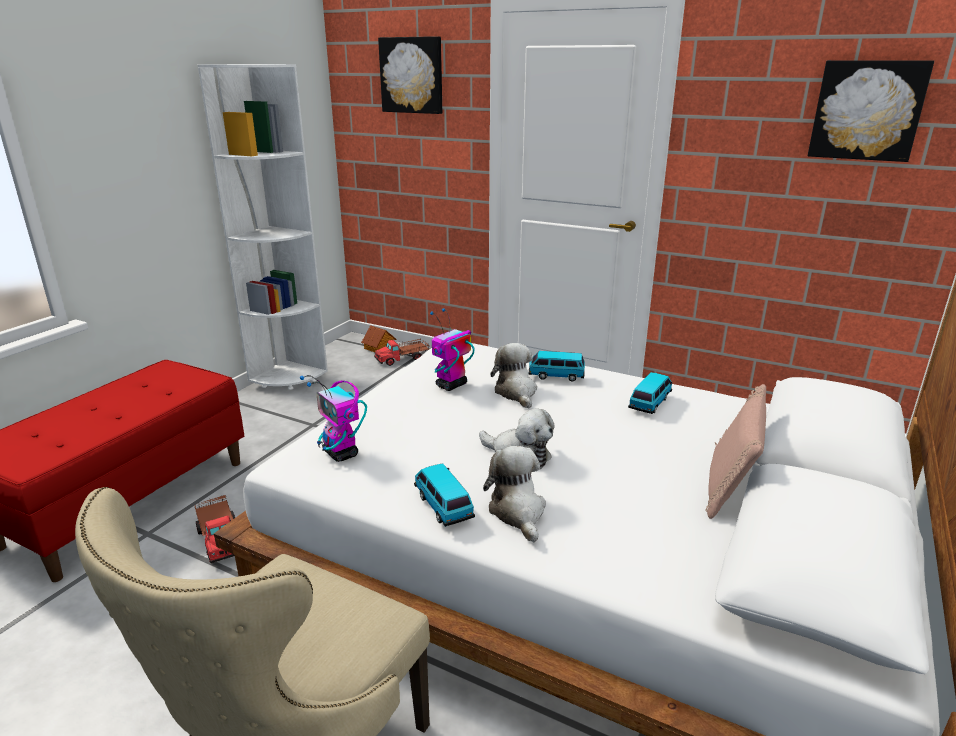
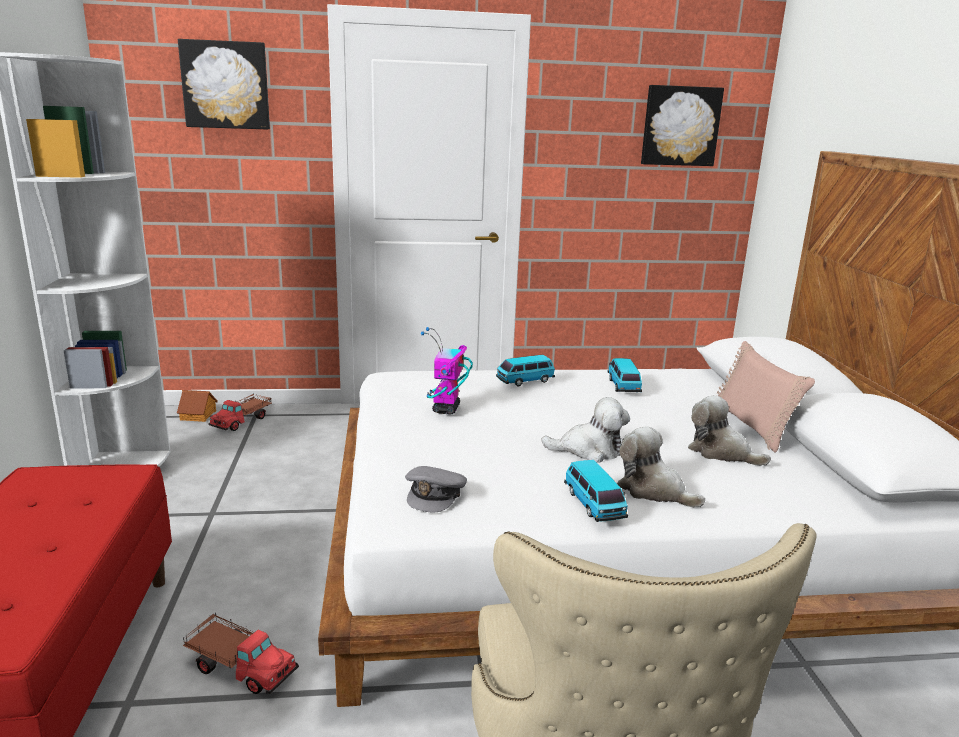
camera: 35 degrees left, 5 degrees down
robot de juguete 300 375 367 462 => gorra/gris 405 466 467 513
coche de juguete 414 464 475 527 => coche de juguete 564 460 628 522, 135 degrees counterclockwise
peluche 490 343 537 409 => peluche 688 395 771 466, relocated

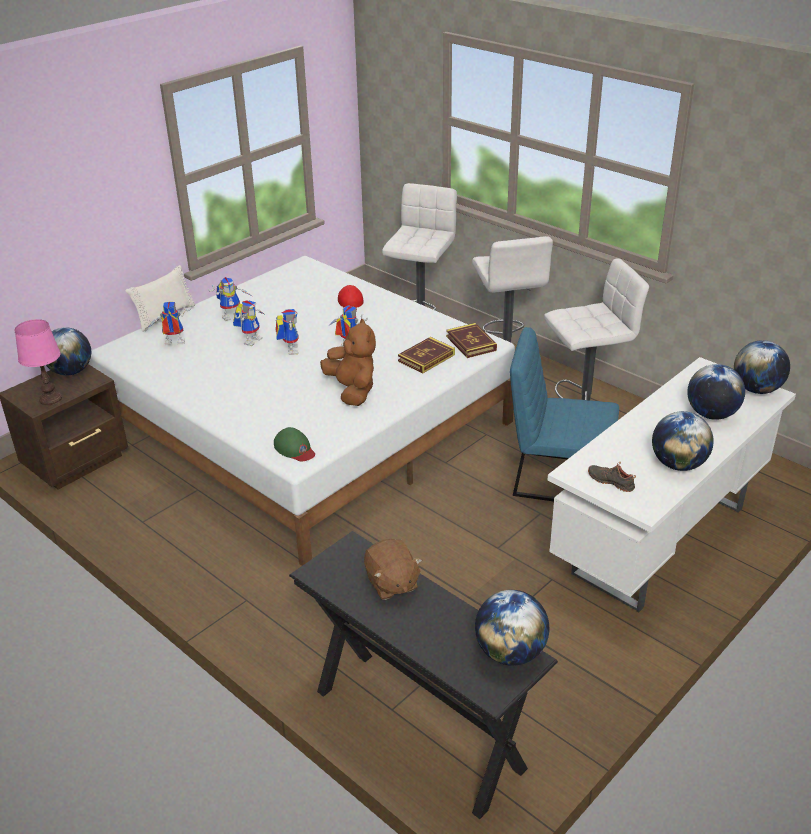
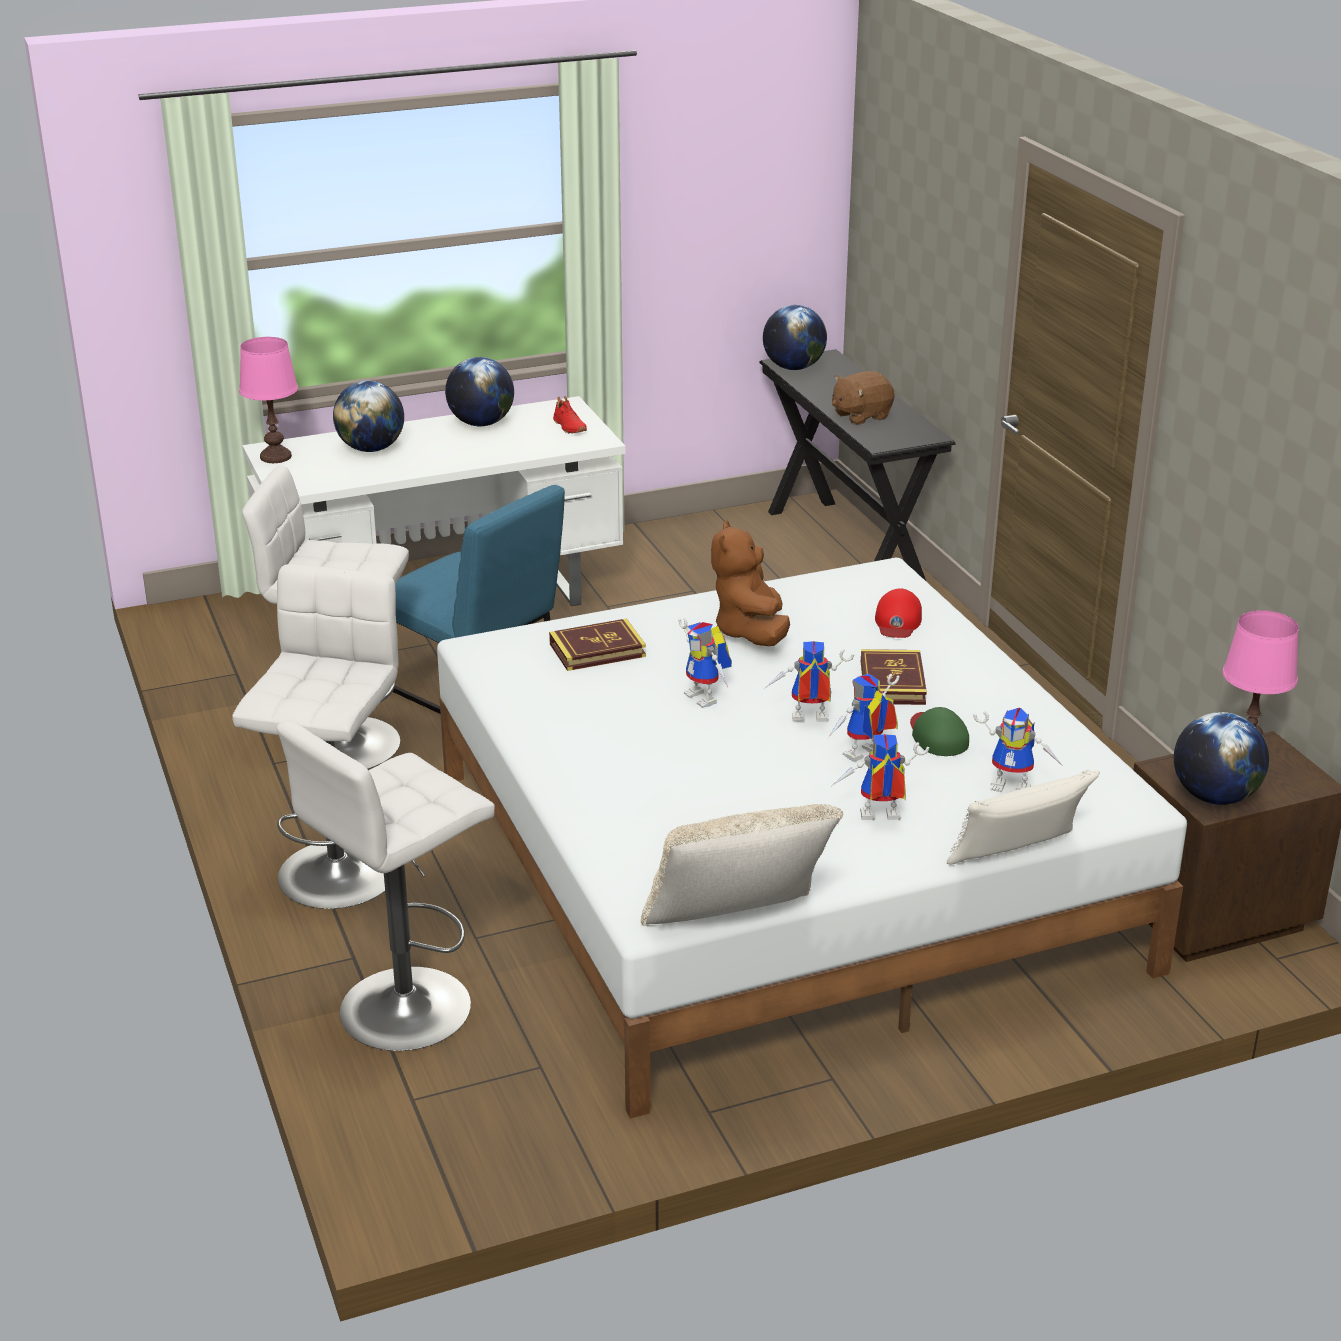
camera: 155 degrees left, 5 degrees down
globo terráqueo 734 340 790 394 => lámpara de mesa/rosa 239 337 298 463
zapato/negro 588 462 636 492 => zapato/rojo 553 396 587 434
nothing => cojín/beis 641 804 844 926
robot de juguete 275 309 299 355 => robot de juguete 765 641 854 722, 75 degrees clockwise
peluche/marrón 364 539 422 600 => peluche/marrón 832 371 895 425, 120 degrees counterclockwise
libro 446 323 497 358 => libro 861 649 927 705, relocated
gorra/rojo 338 285 364 308 => gorra/rojo 875 589 922 638, relocated
gorra/verde 274 427 315 461 => gorra/verde 910 707 969 756, relocated

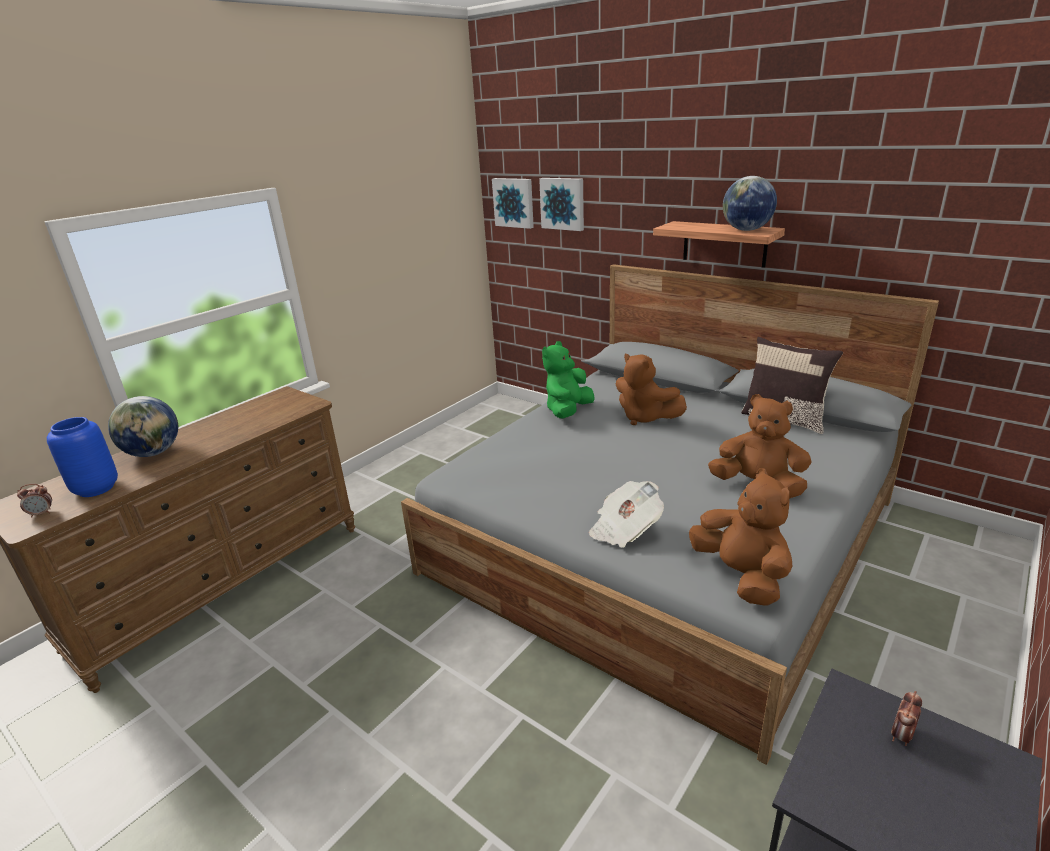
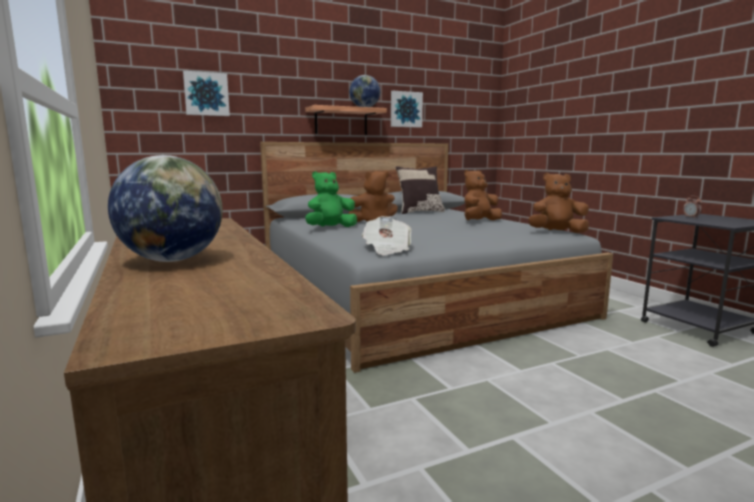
camera: 65 degrees left, 15 degrees down
peluche/verde 542 341 595 419 => peluche/verde 305 171 357 227, 90 degrees clockwise
periódico 589 481 664 548 => periódico 362 216 411 255, relocated
cuadro 492 178 534 229 => cuadro 391 91 423 128, relocated
despertador 17 484 52 518 => nothing
florero/azul 47 417 118 497 => nothing

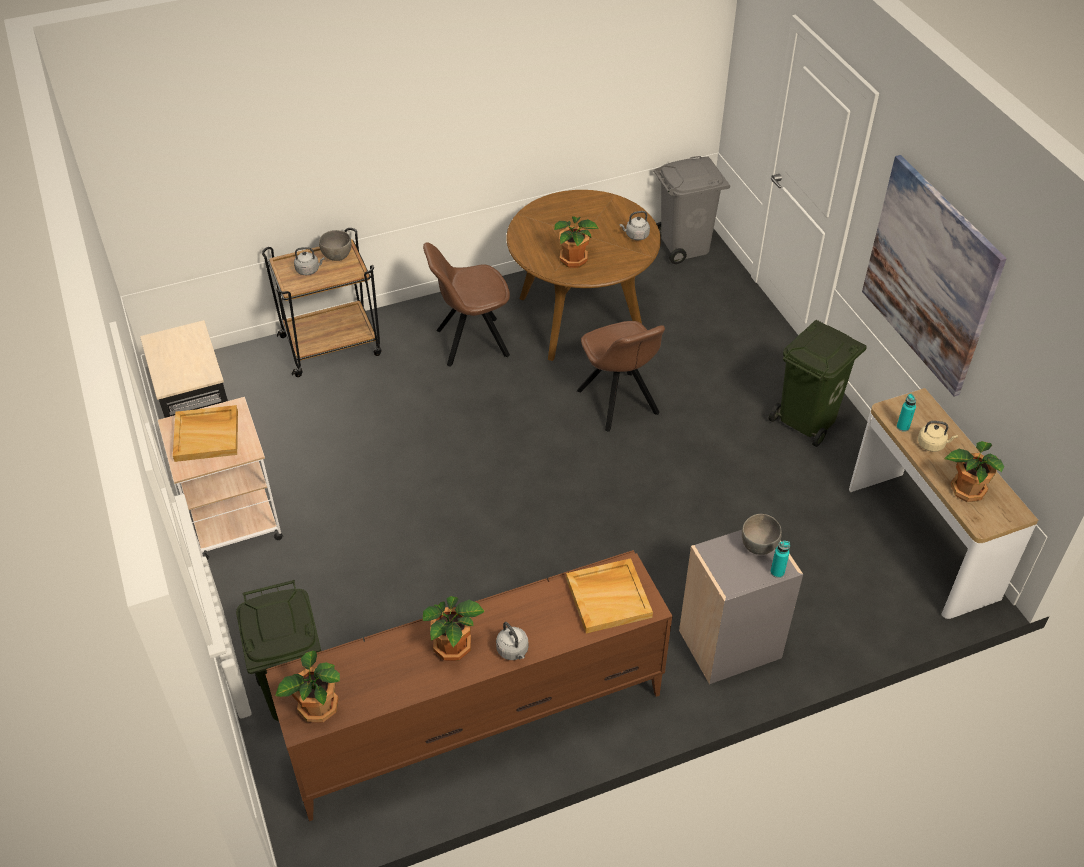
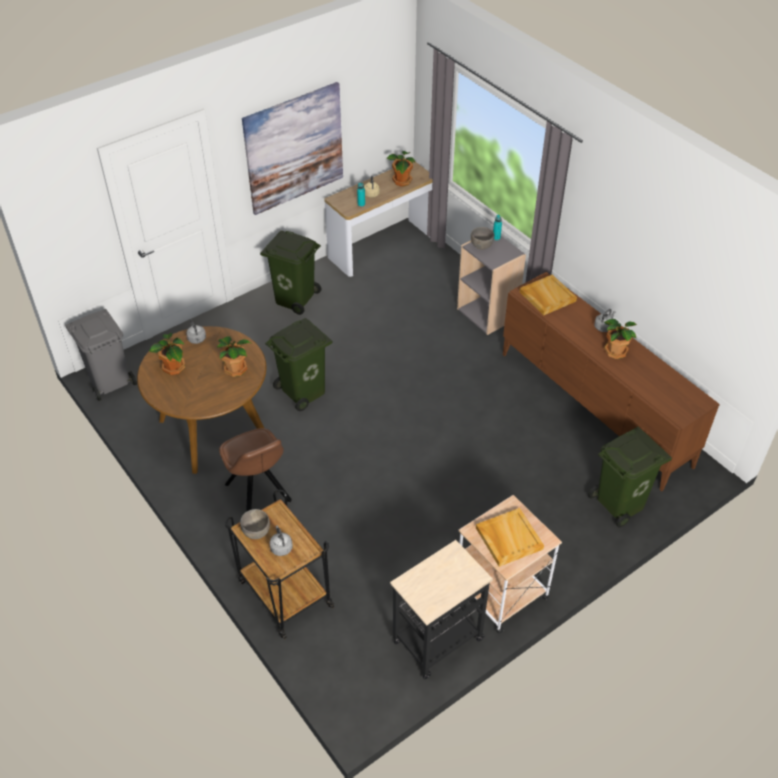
camera: 105 degrees left, 0 degrees up
planta en maceta 275 651 340 722 => planta en maceta 149 333 185 375, relocated
silla/marrón 577 321 665 432 => papelera/verde 265 318 332 411

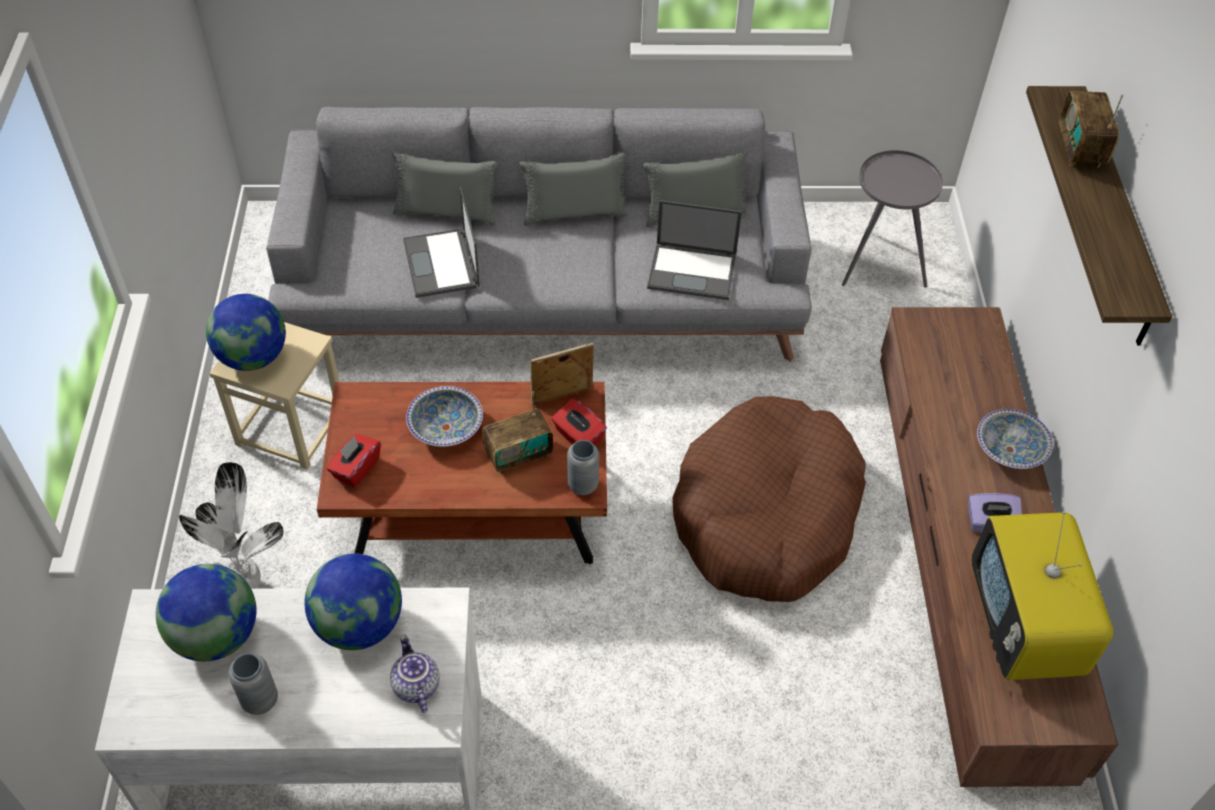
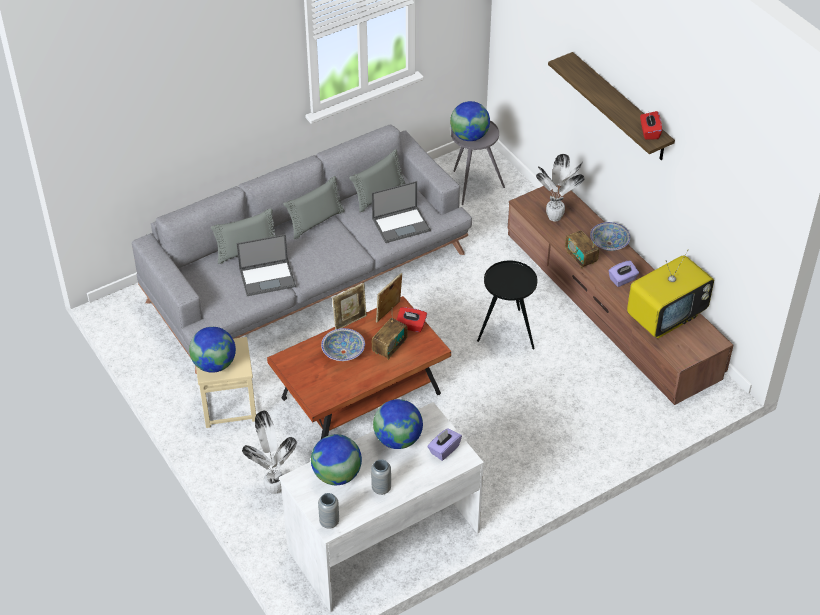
camera: 30 degrees left, 5 degrees down
portátil 403 187 480 298 => portátil 236 234 296 296, 60 degrees counterclockwise
florero/gris 567 440 599 495 => florero/gris 318 493 339 529, relocated
nothing => portarretratos 332 283 367 329
tetera 390 635 440 713 => caja de pañuelos/morado 427 428 462 461
nothing => globo terráqueo 450 101 490 141
cama para perro/marrón 672 396 866 602 => mesa auxiliar/negro 477 261 537 349
nothing => planta en maceta 536 154 585 221
radio 1059 91 1123 168 => radio 565 230 599 269, relocated
televisor 972 511 1114 680 => televisor 627 249 714 338, 90 degrees counterclockwise
caja de pañuelos/rojo 327 434 381 487 => caja de pañuelos/rojo 640 111 662 140, relocated

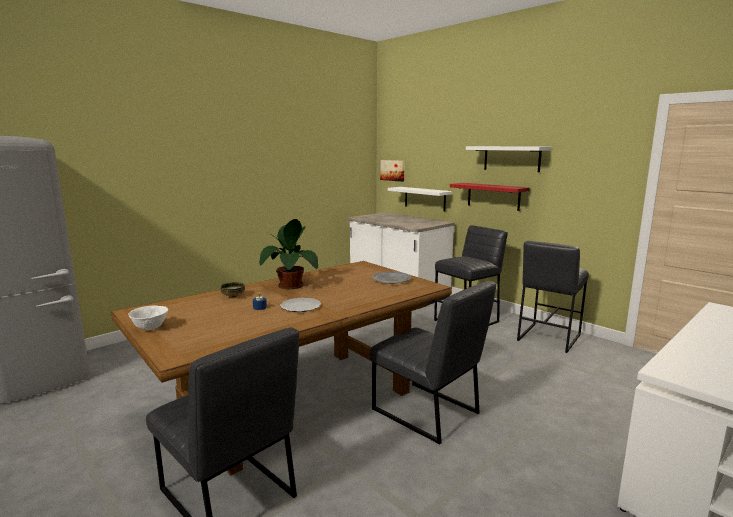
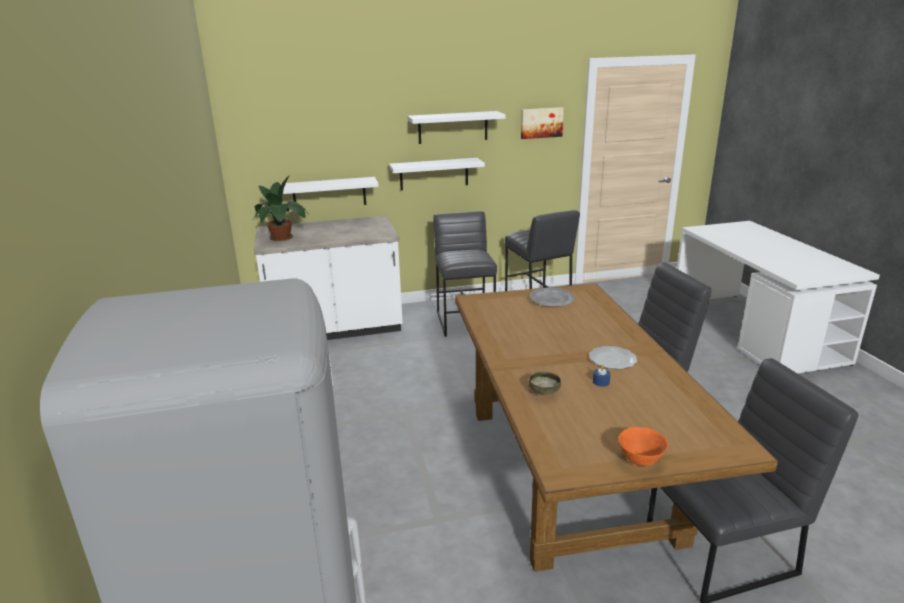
camera: 60 degrees left, 10 degrees up
planta en maceta 259 219 318 289 => planta en maceta 254 175 307 241, relocated
estante/rojo 450 183 530 211 => estante/blanco 389 158 485 190
cuadro 380 160 405 182 => cuadro 521 107 564 139, relocated
cuenco/blanco 128 306 168 330 => cuenco/naranja 618 427 668 466

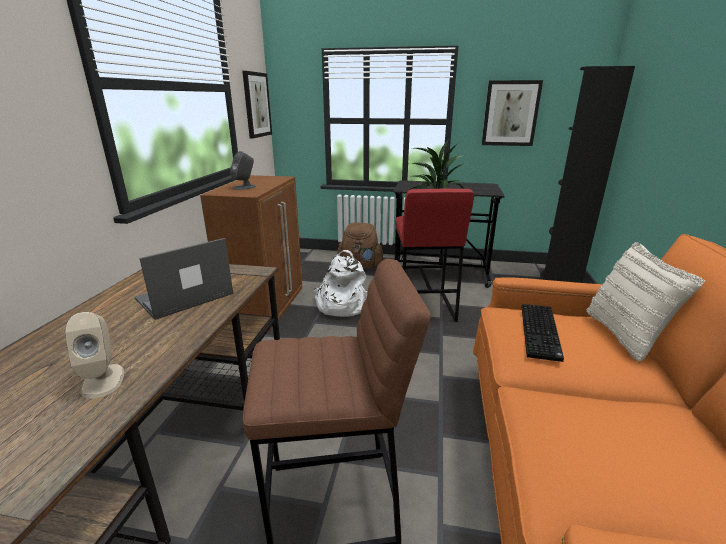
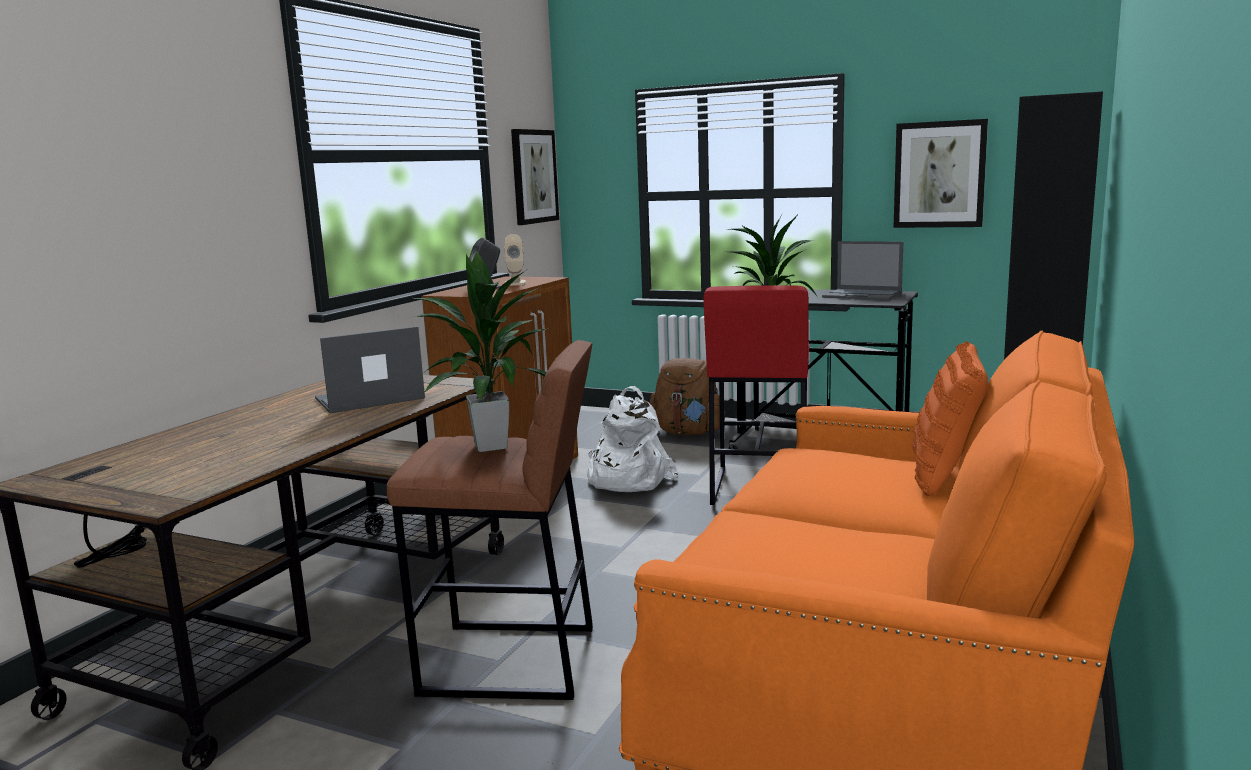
camera: 15 degrees right, 10 degrees down
nothing => planta en maceta 413 250 547 452
altavoz/beis 65 312 124 399 => altavoz/beis 504 234 527 286, relocated
nothing => portátil 822 241 903 300
cojín/beis 587 242 705 361 => cojín/naranja 911 342 988 496
teclado 522 304 564 362 => nothing

